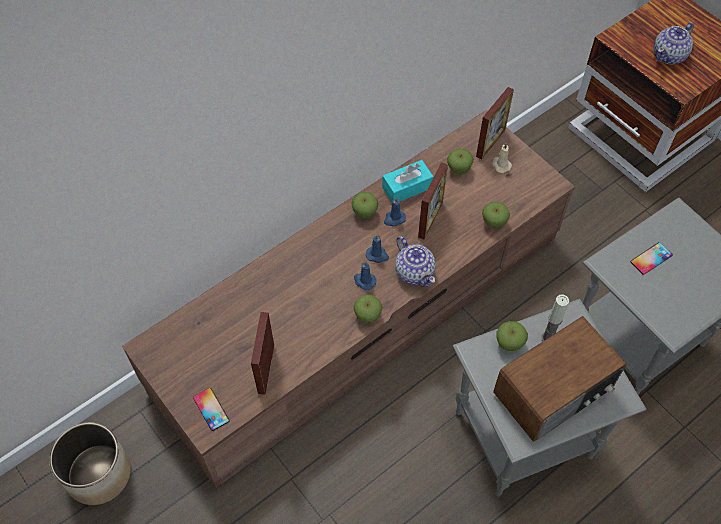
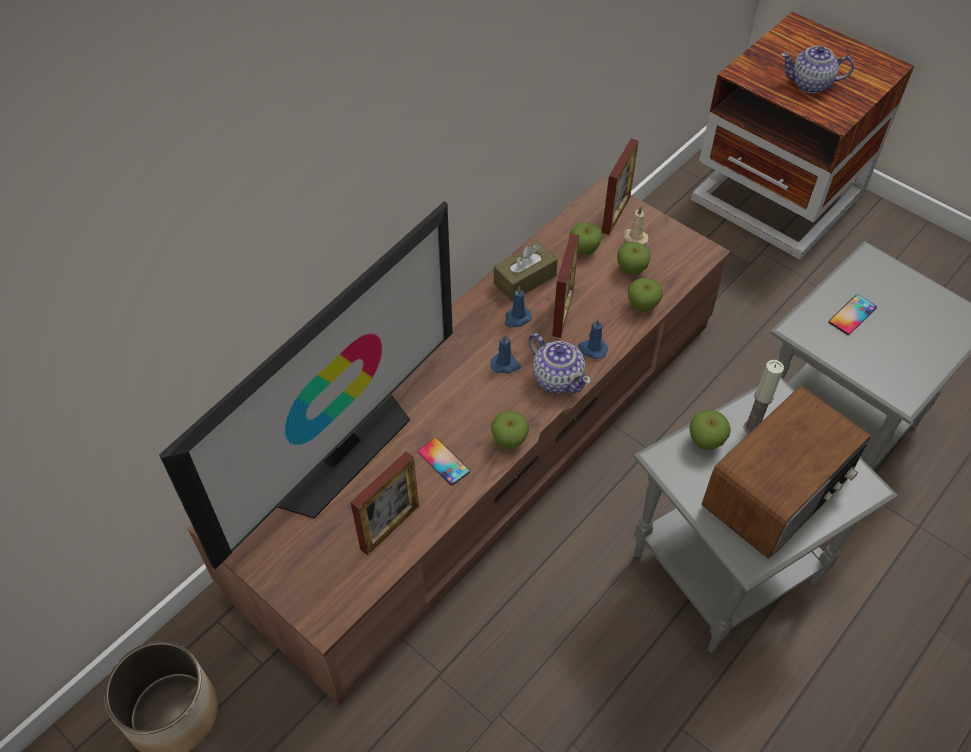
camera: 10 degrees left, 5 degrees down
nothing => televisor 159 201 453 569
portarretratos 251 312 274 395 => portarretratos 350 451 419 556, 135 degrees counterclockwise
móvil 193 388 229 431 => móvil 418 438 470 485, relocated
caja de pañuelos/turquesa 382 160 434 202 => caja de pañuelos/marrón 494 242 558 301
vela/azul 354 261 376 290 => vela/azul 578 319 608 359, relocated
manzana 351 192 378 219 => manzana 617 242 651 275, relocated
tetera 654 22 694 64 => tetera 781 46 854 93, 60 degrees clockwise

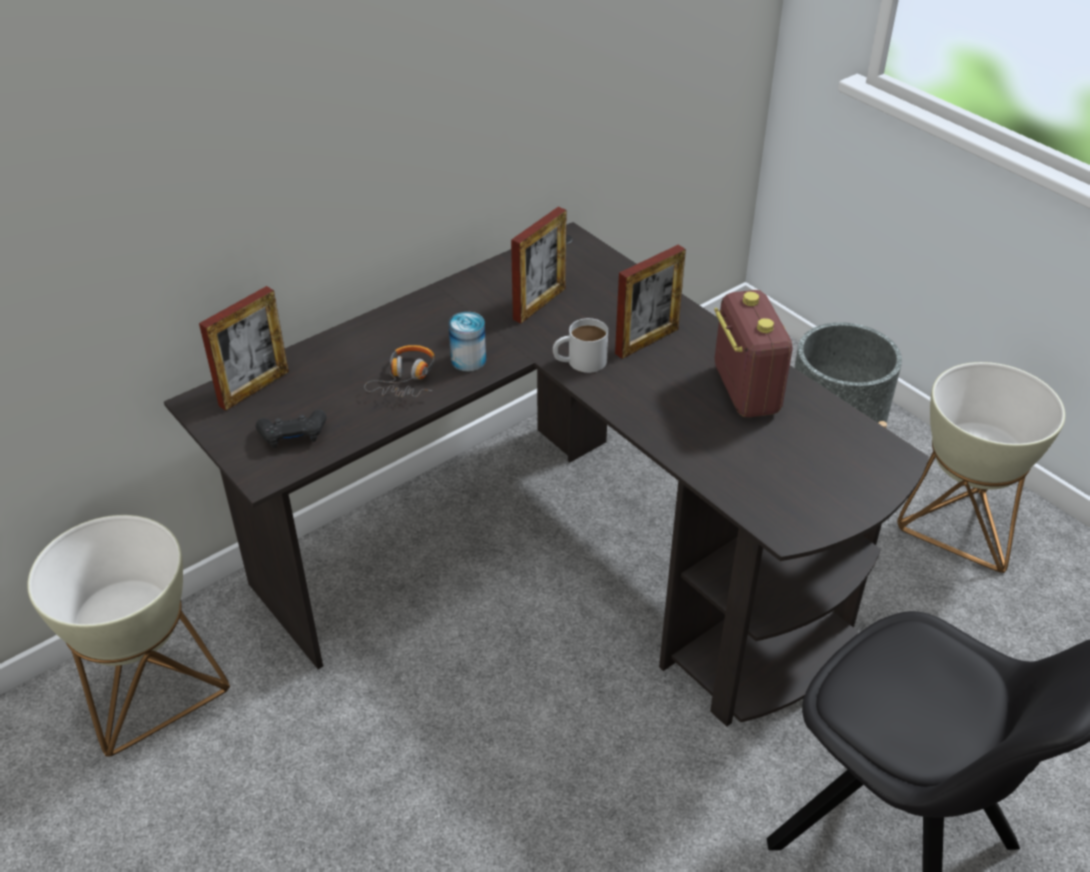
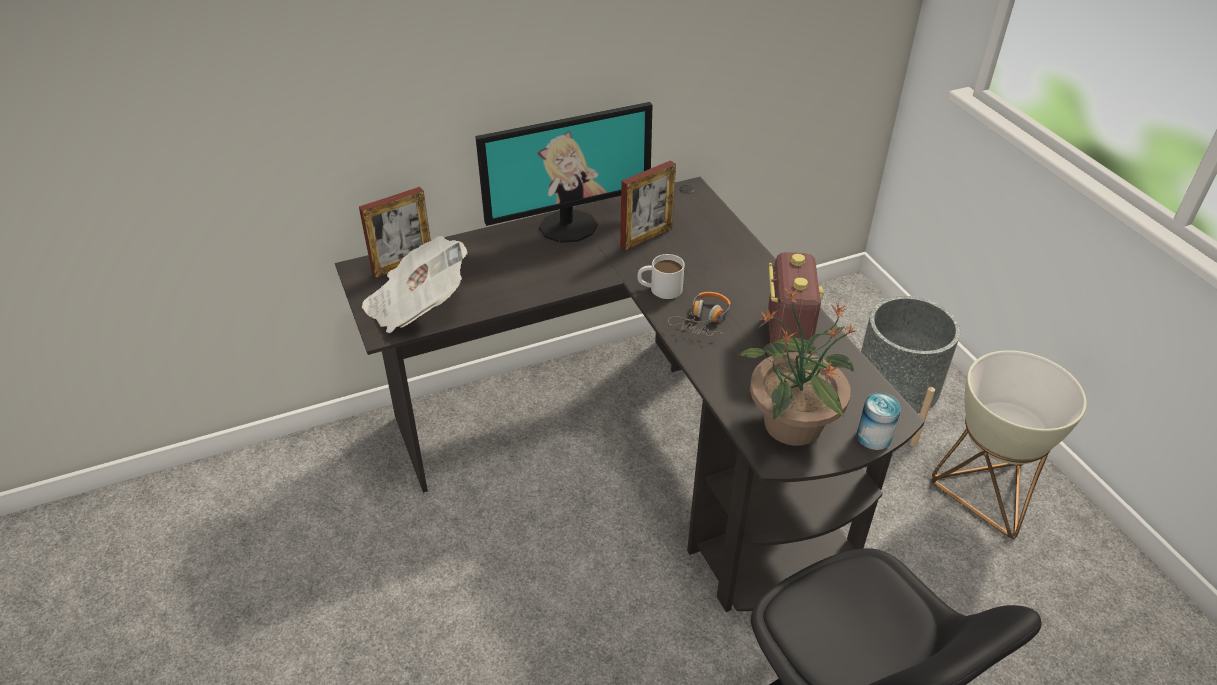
camera: 15 degrees right, 0 degrees up
mando de consola/negro 256 409 327 448 => periódico 362 236 468 333
nothing => monitor 475 102 652 243
auriculares 364 345 435 397 => auriculares 668 292 731 337, relocated
nothing => planta en maceta 738 288 857 446
lata 448 312 486 372 => lata 857 393 901 450, relocated
maceta 27 515 230 757 => nothing
portarretratos 615 245 686 359 => nothing

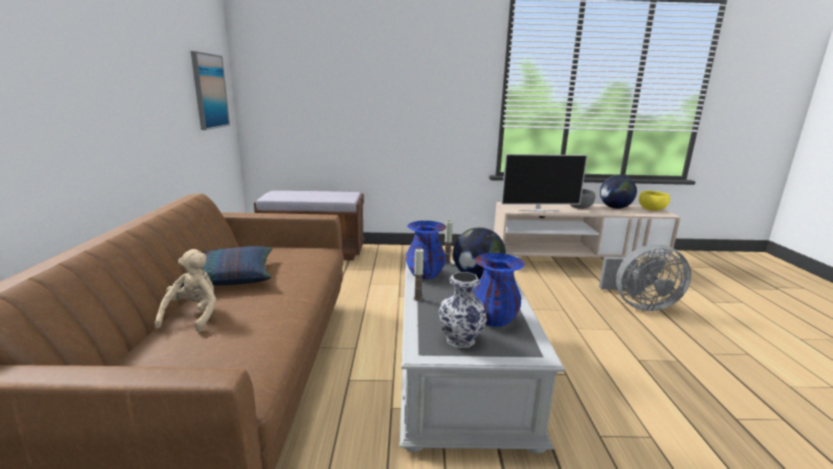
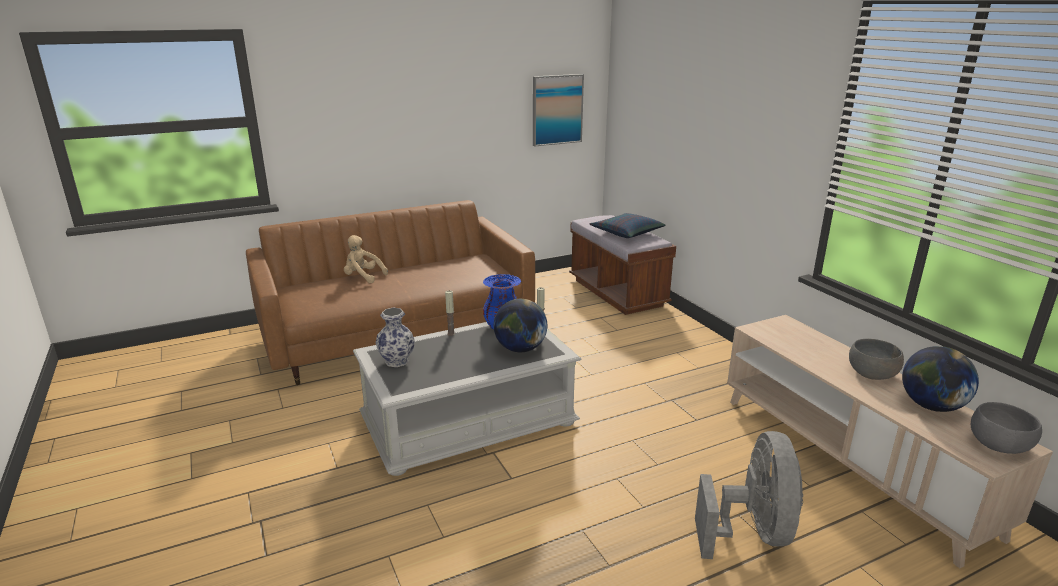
camera: 65 degrees right, 5 degrees up
peluche/beis 155 249 216 332 => peluche/beis 344 235 388 283, 135 degrees counterclockwise
cojín/azul 181 246 272 287 => cojín/azul 590 213 665 238, relocated
ventilador/gris 599 244 691 311 => ventilador/gris 695 431 803 559, 150 degrees counterclockwise
cuenco/amarillo 639 191 670 211 => cuenco/gris 971 402 1042 454
florero/azul 474 253 525 327 => nothing
televisor 501 154 587 212 => nothing

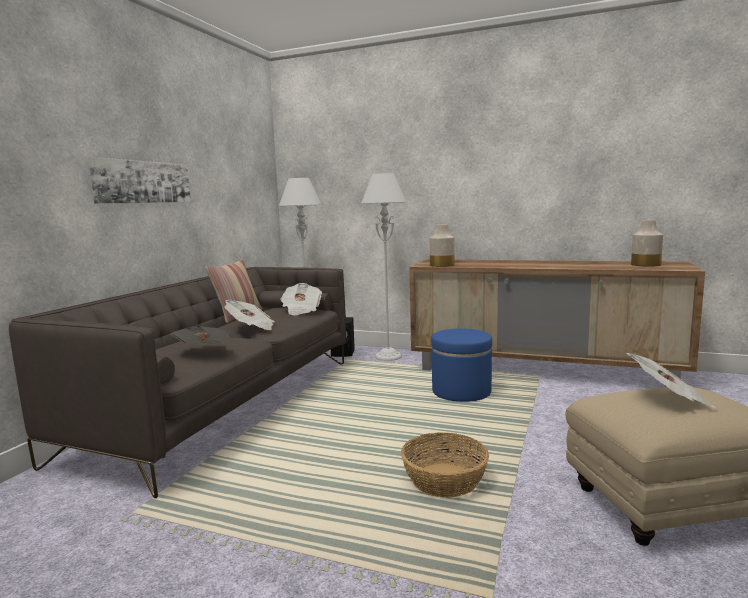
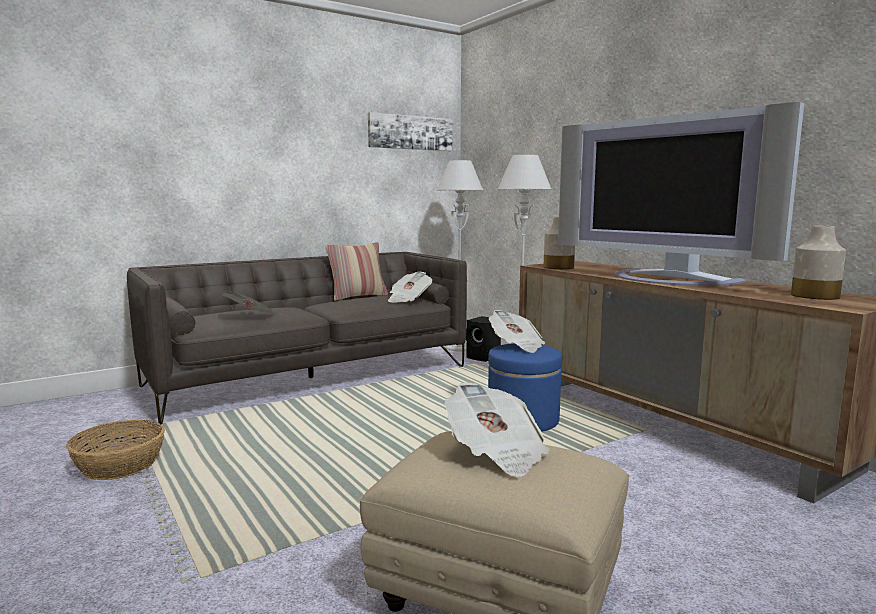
camera: 35 degrees right, 0 degrees up
cesta 401 432 489 497 => cesta 66 420 165 480, relocated
cuadro 88 157 191 204 => cuadro 368 112 452 151, relocated
periódico 225 300 274 330 => periódico 489 310 545 353, relocated
nothing => televisor 558 102 804 286

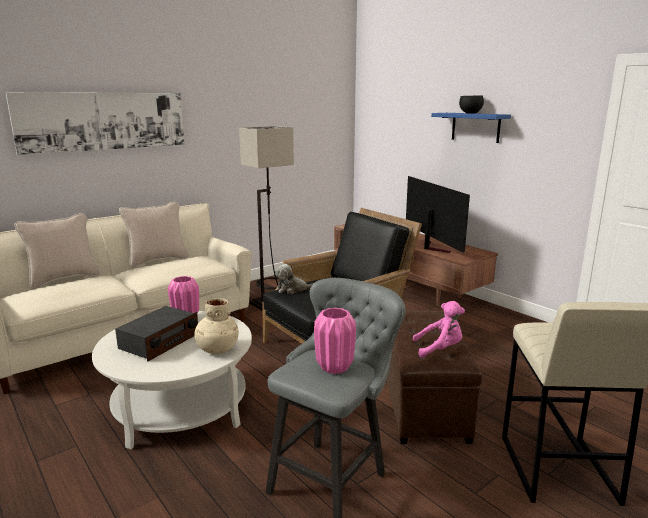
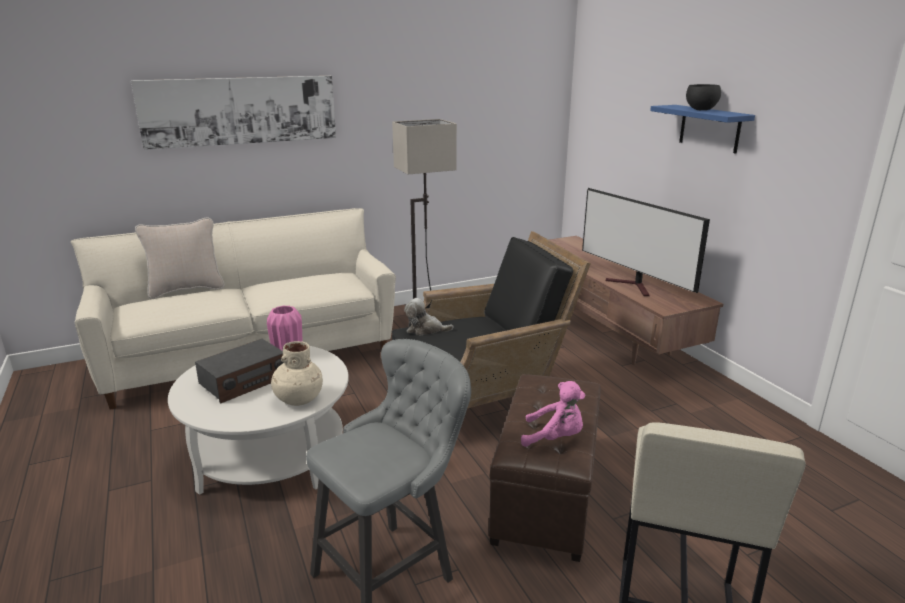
camera: 15 degrees right, 5 degrees up
televisor 406 176 470 253 => televisor 582 188 710 296, 150 degrees clockwise
cojín/beis 119 202 189 268 => nothing
florero/rosa 314 308 356 374 => nothing

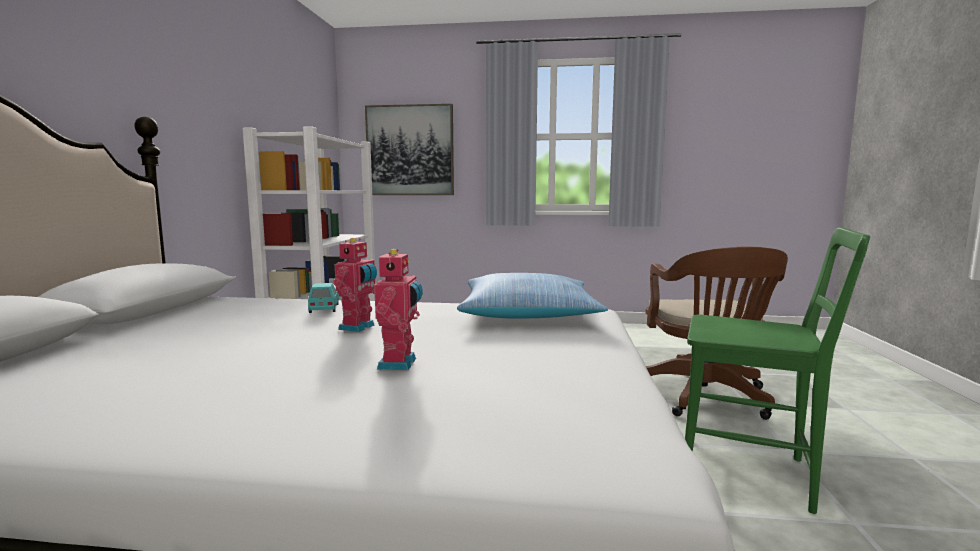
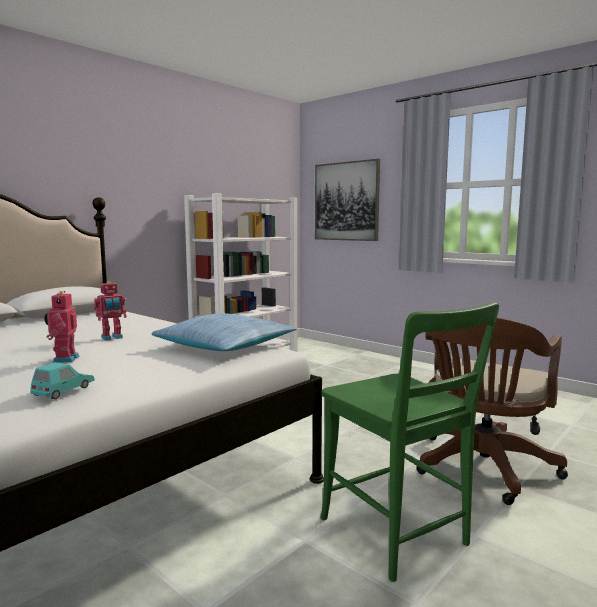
camera: 35 degrees right, 0 degrees up
coche de juguete/turquesa 308 283 339 313 => coche de juguete/turquesa 30 362 95 399, relocated
robot de juguete 374 249 423 370 => robot de juguete 44 291 80 363, 135 degrees clockwise

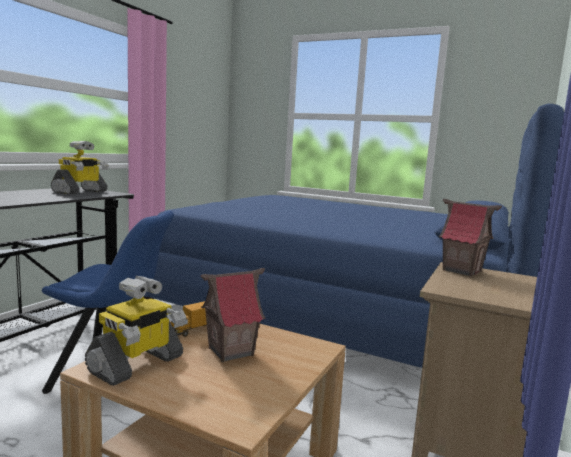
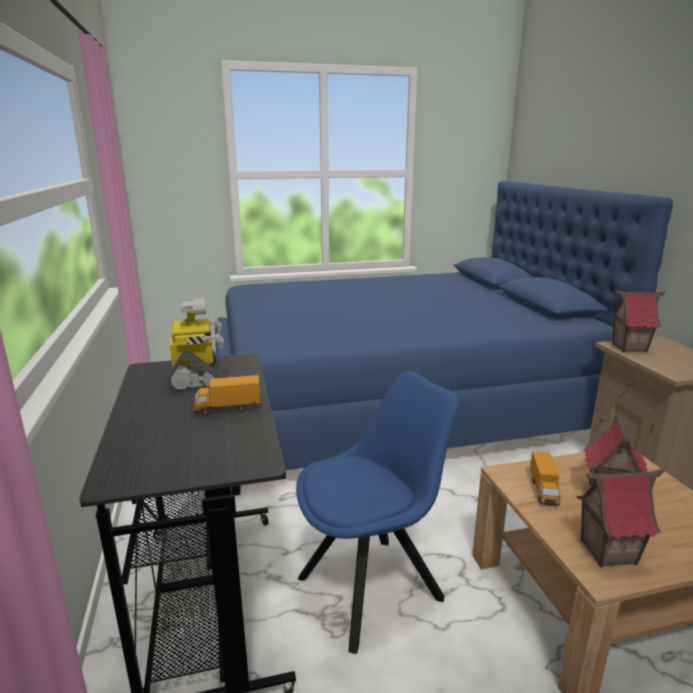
camera: 40 degrees left, 10 degrees up
nothing => camión de juguete 193 375 261 416
robot de juguete 85 276 186 386 => casita 576 470 664 568

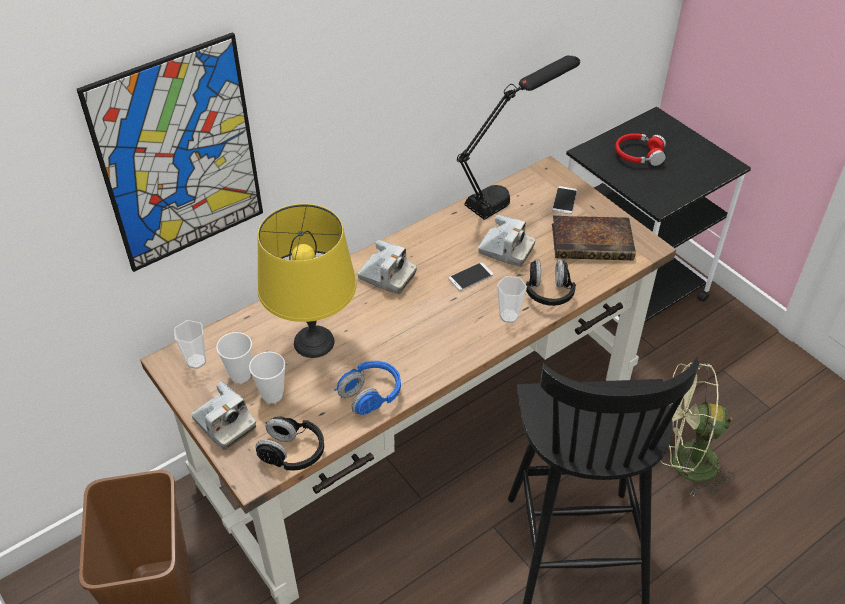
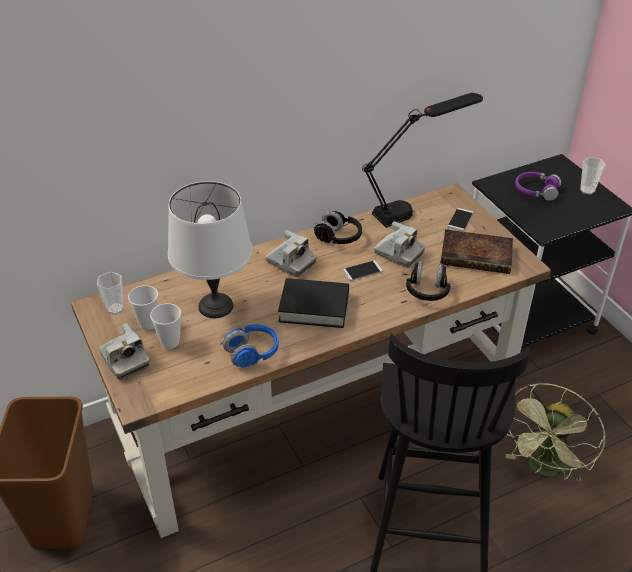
camera: 10 degrees right, 5 degrees down
lámpara de mesa/amarillo 257 204 357 358 => lámpara de mesa/blanco 168 181 252 318
nothing => libro/negro 278 278 349 328
auriculares/negro 255 416 324 471 => auriculares/negro 314 211 362 244, relocated
ventilador/verde 661 362 735 497 => ventilador/verde 506 383 606 481, 75 degrees counterclockwise
auriculares/rojo 615 133 666 166 => auriculares/morado 515 172 561 201
taza 497 276 527 323 => taza 580 157 606 195, relocated
cuadro 77 32 263 272 => nothing

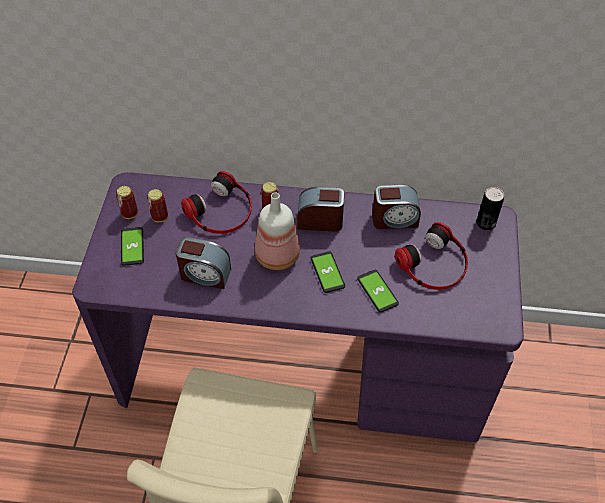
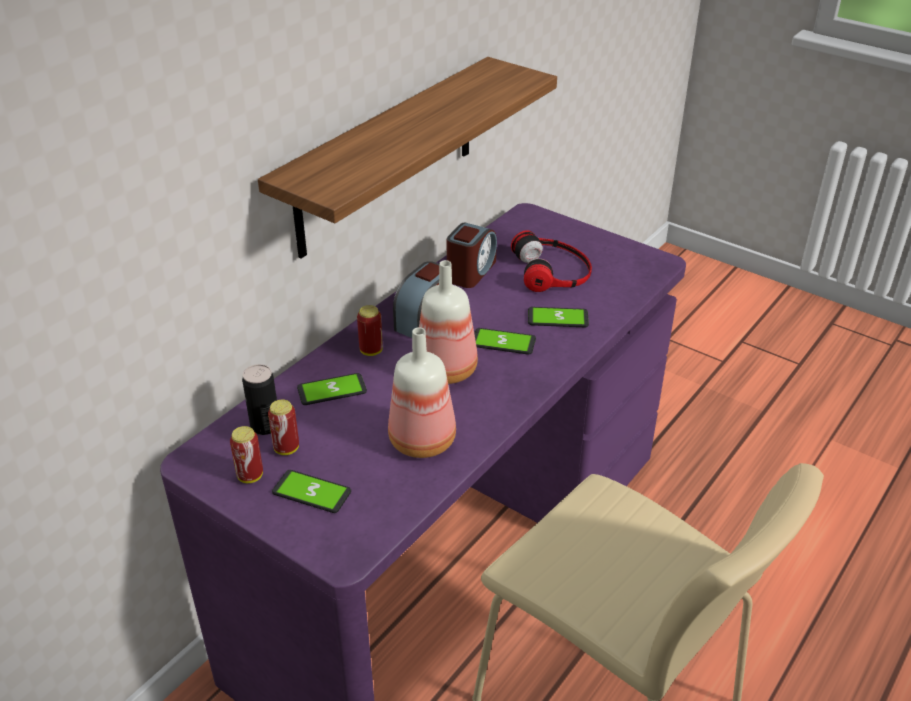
camera: 60 degrees left, 15 degrees down
lata 476 187 504 230 => lata 242 364 277 435, relocated
nothing => estante 258 57 557 259
auriculares 181 171 252 234 => móvil 297 373 367 405
despertador 176 237 231 289 => botella 388 327 456 458

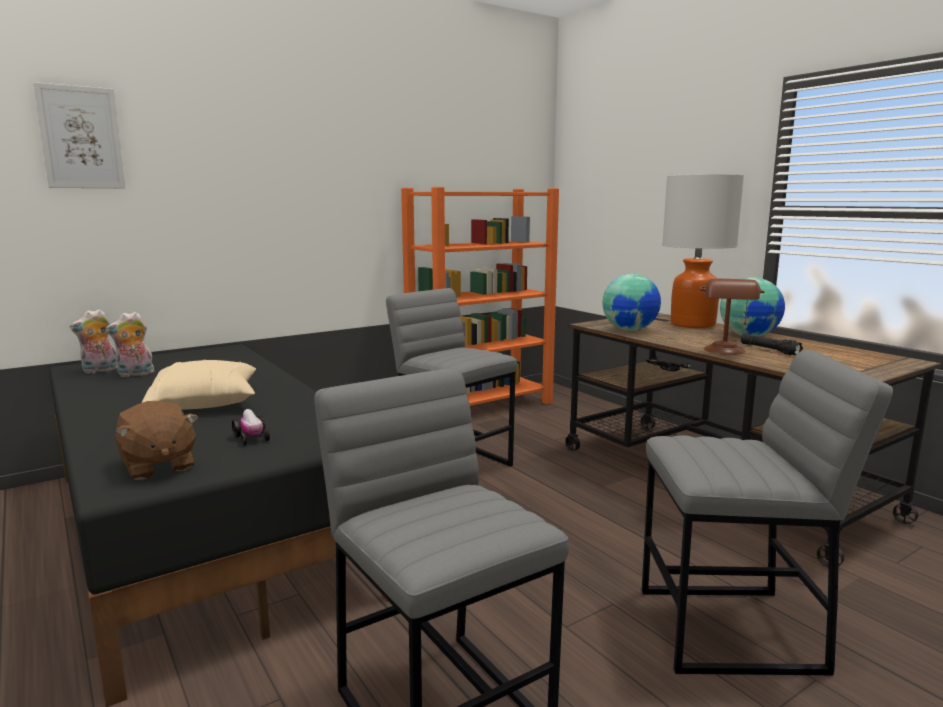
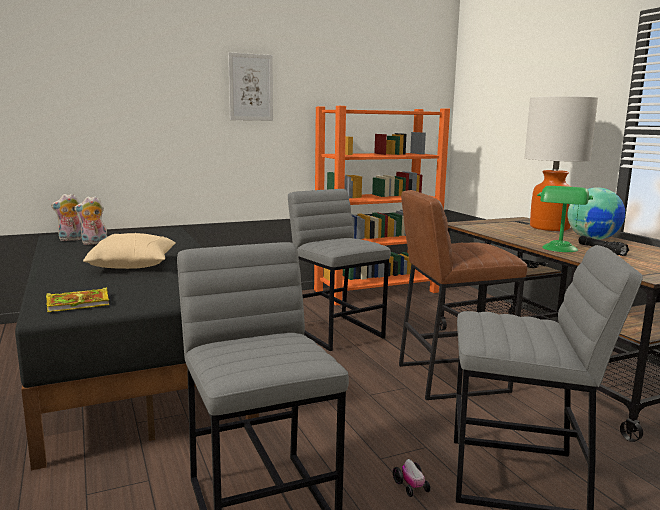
camera: 10 degrees right, 0 degrees up
peluche/marrón 115 401 198 480 => libro 46 287 109 312
cuadro 34 82 125 188 => cuadro 228 52 273 121, relocated
coche de juguete 232 409 270 446 => coche de juguete 393 459 431 497, relocated
nothing => taburete/marrón 399 190 527 400
lámpara de mesa/marrón 700 279 765 355 => lámpara de mesa/verde 537 186 593 252
globo terráqueo 602 274 661 331 => nothing

